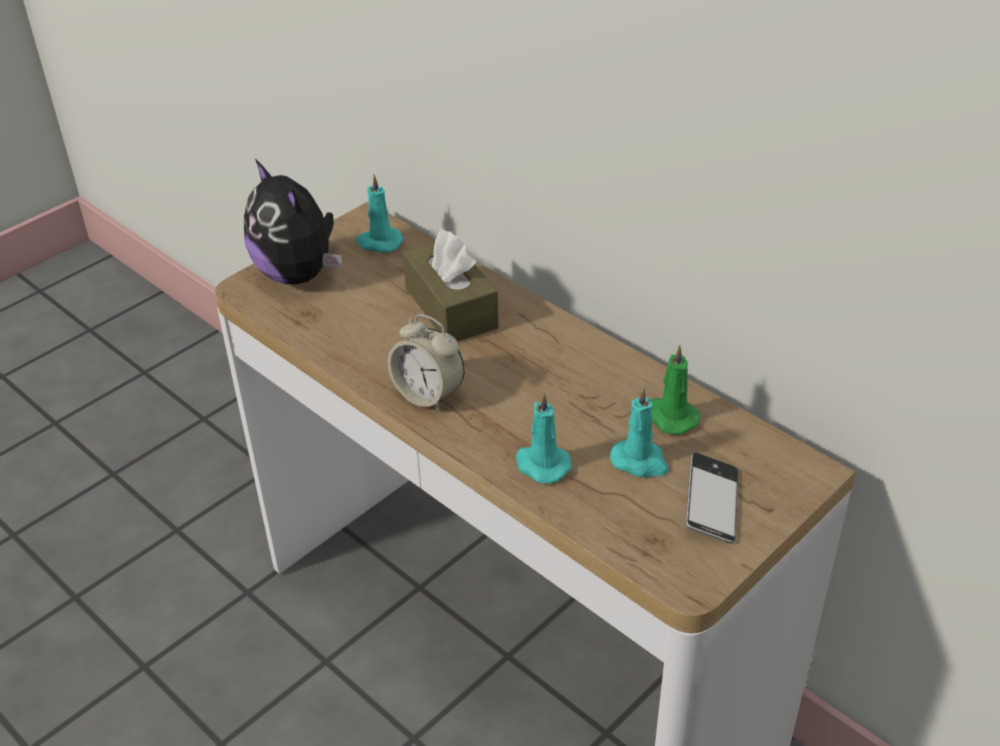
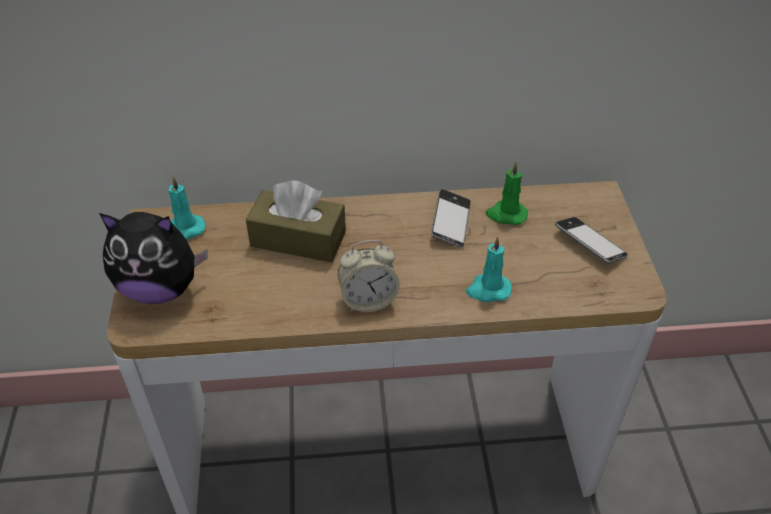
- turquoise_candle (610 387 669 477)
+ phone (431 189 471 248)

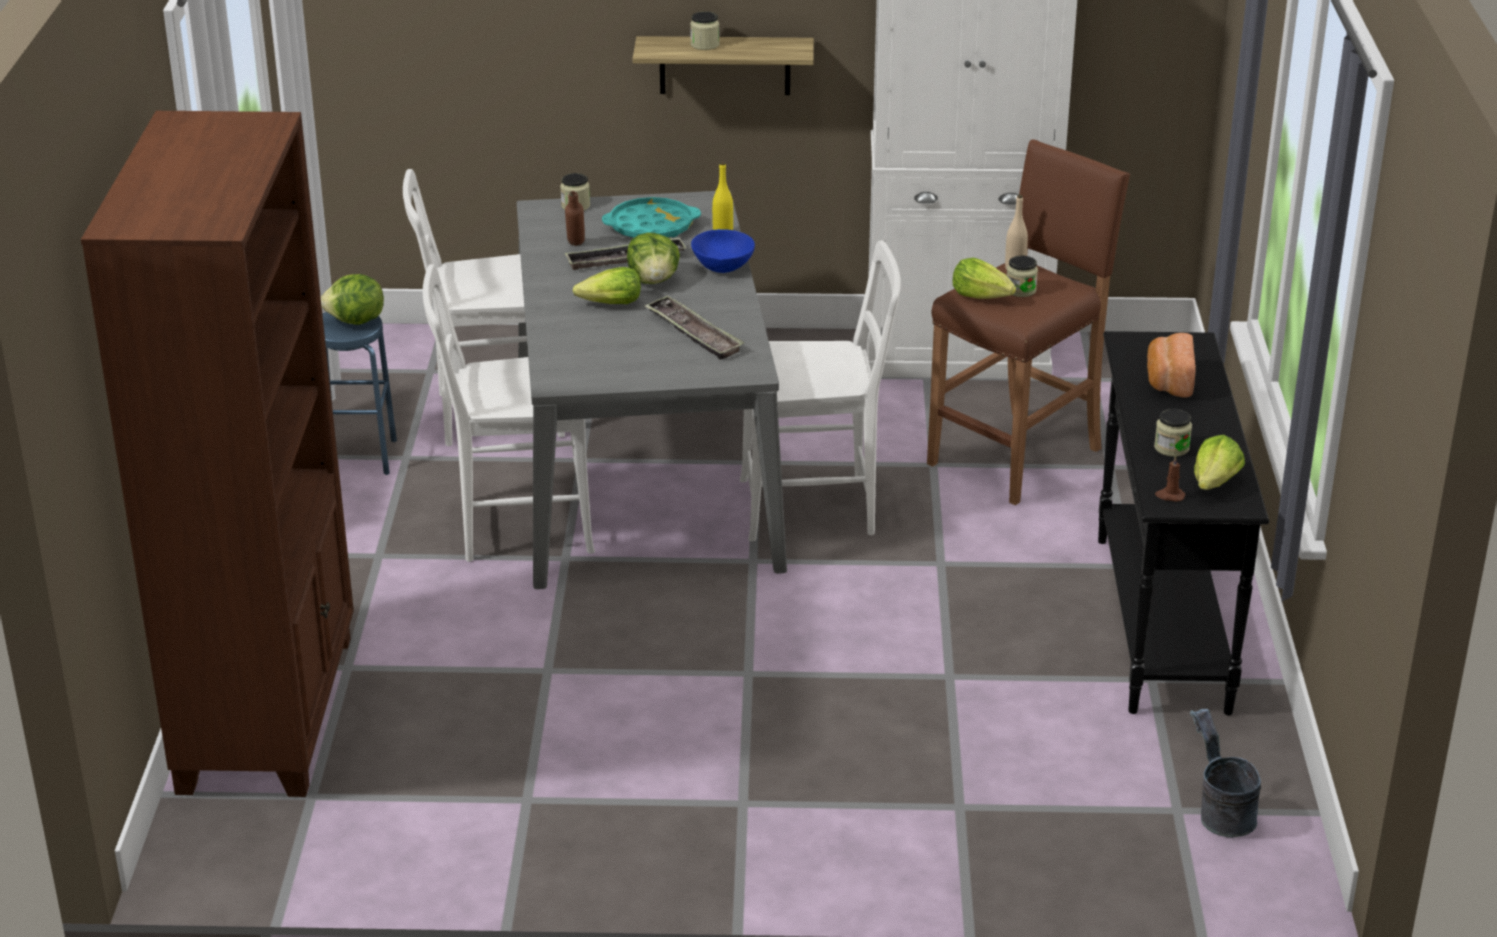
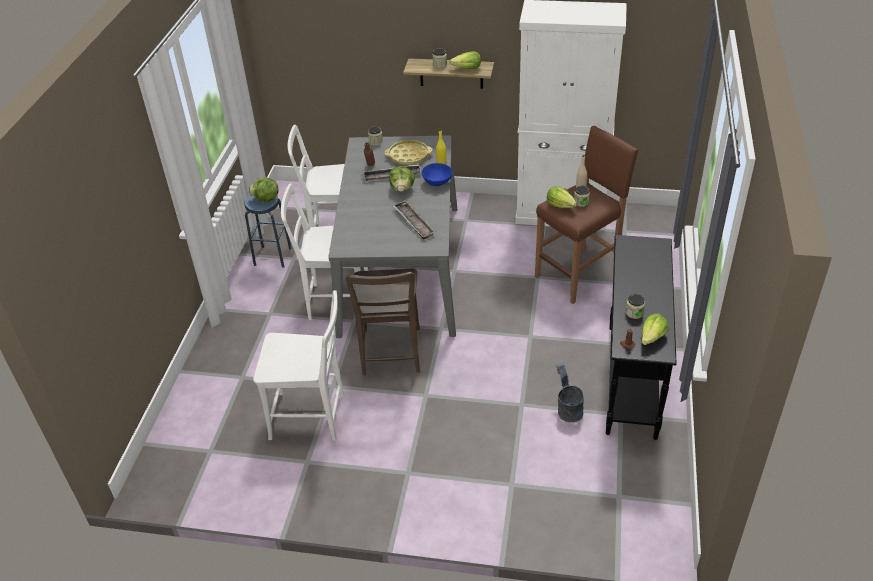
- brown-coloured_bookcase (81 111 354 797)
- bakery_bread (1147 333 1196 398)
+ brown-coloured_upright_chair (346 269 420 375)
~ lettuce (573 267 641 304) to (450 51 481 69)
~ white-coloured_upright_chair (740 240 901 541) to (253 290 344 441)
~ gray_pail (1190 709 1261 838) to (556 364 584 423)
~ turquoise_serving_tray (602 197 701 238) to yellow_serving_tray (385 140 432 165)

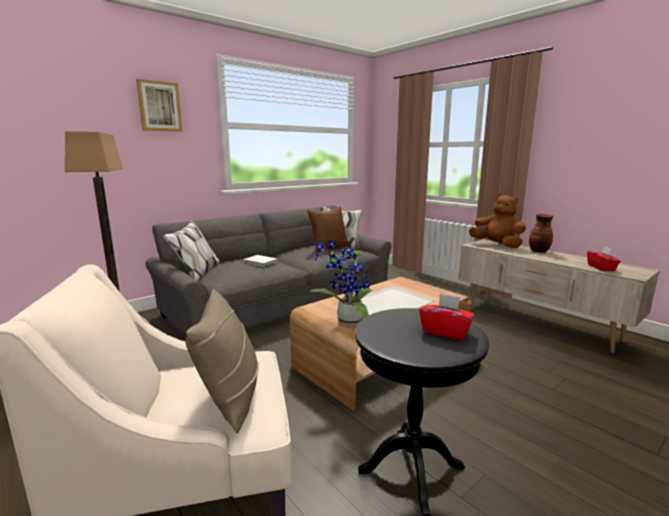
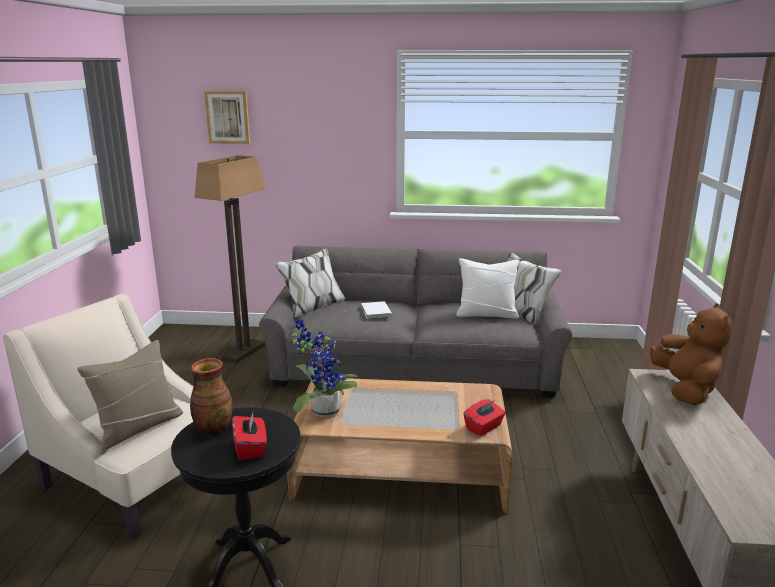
~ picture (136 79 183 132) to (204 91 250 144)
~ decorative_vase (529 214 554 253) to (190 358 233 435)
~ red-coloured_tissue_holder (587 246 621 271) to (463 399 506 436)
~ brown-coloured_throw_pillow (307 207 350 253) to white-coloured_throw_pillow (456 258 520 319)

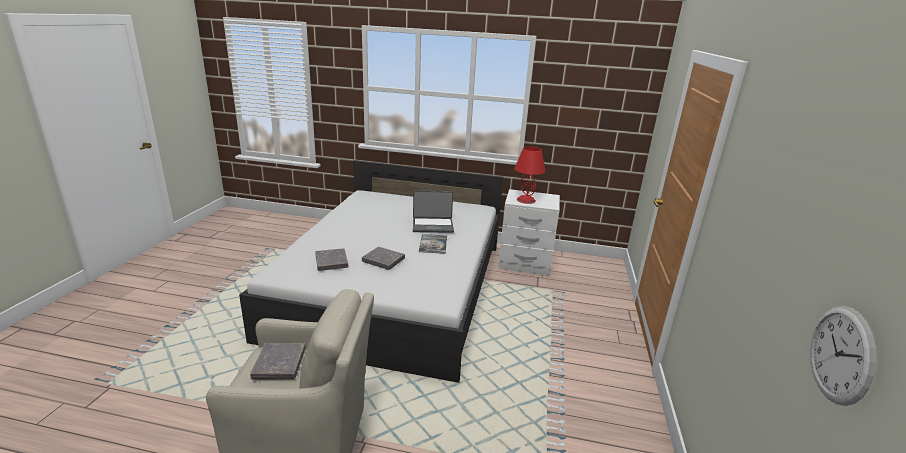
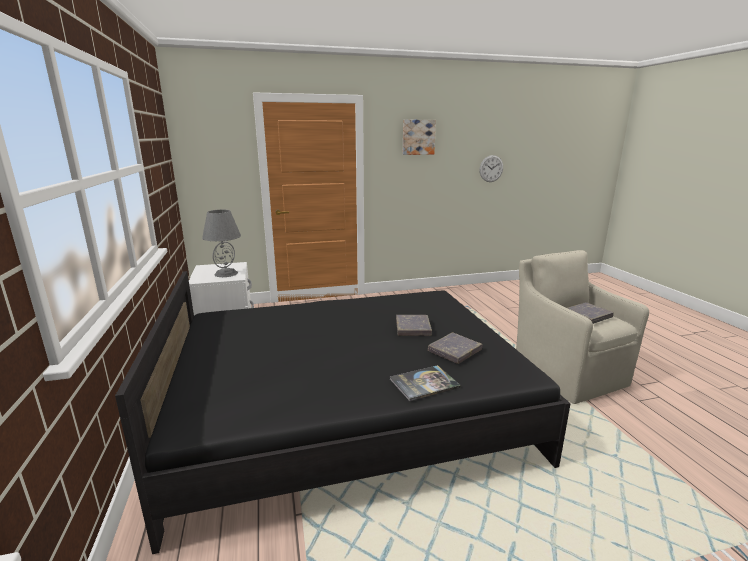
- portable_computer (413 190 454 233)
+ picture (403 120 436 155)
~ volume (419 234 447 254) to (390 365 461 401)
~ white-coloured_sleeping_bed (239 160 503 383) to black_sleeping_bed (115 271 571 554)
~ red-coloured_table_lamp (514 146 546 204) to gray_table_lamp (202 210 241 277)

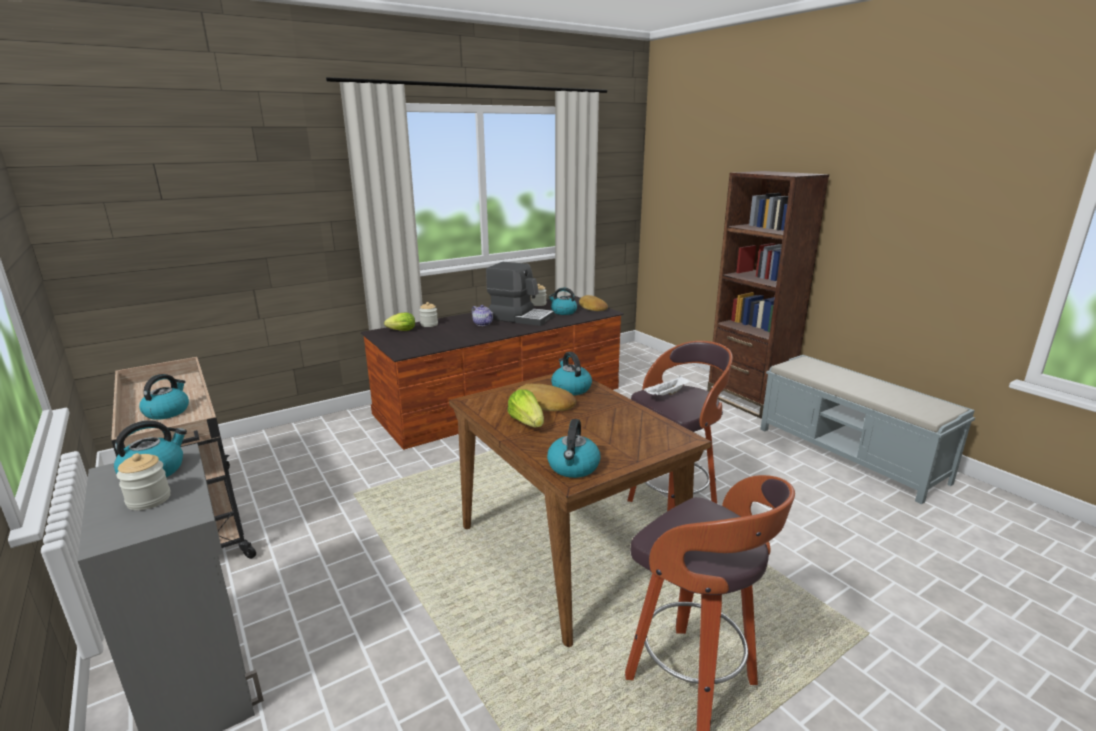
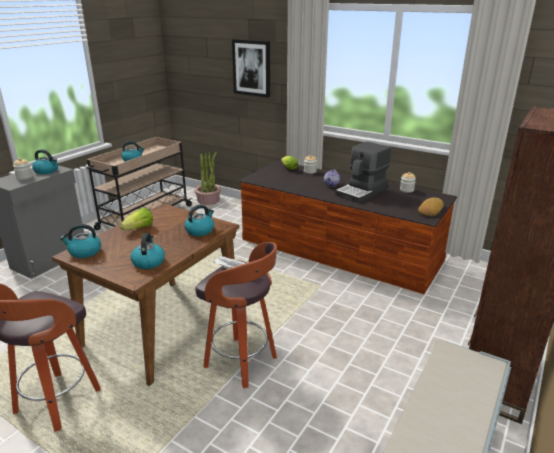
- bakery_bread (516 384 576 411)
+ plant_in_a_pot (194 152 221 205)
+ picture (232 39 270 98)
~ water_kettle (548 288 577 315) to (130 233 165 269)
~ coffee_brewer (486 262 554 326) = (335 142 391 203) 45 degrees clockwise

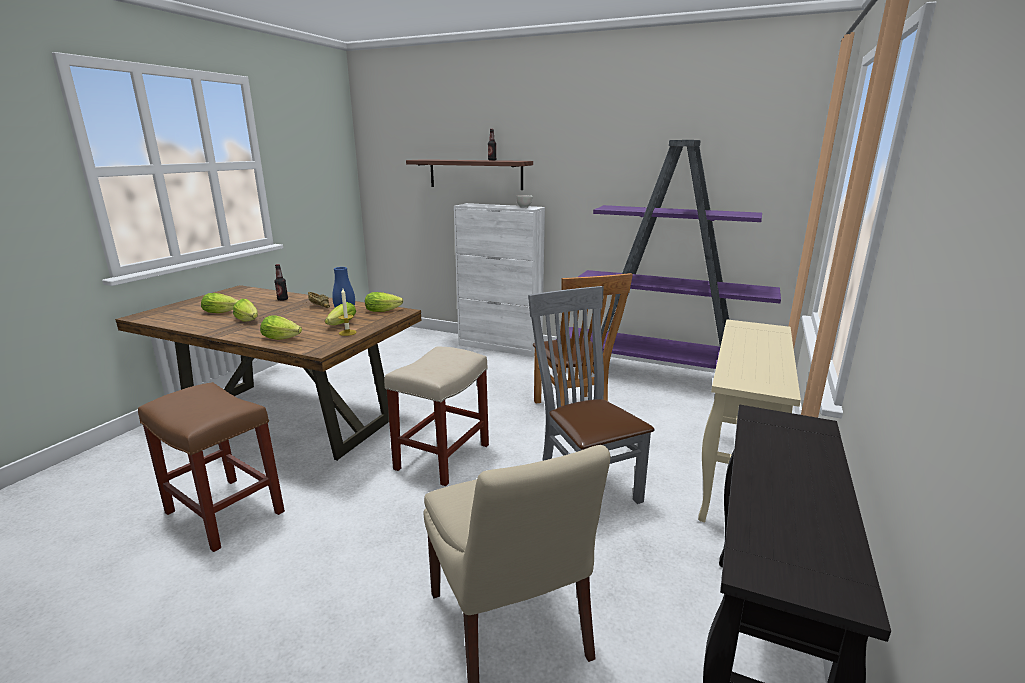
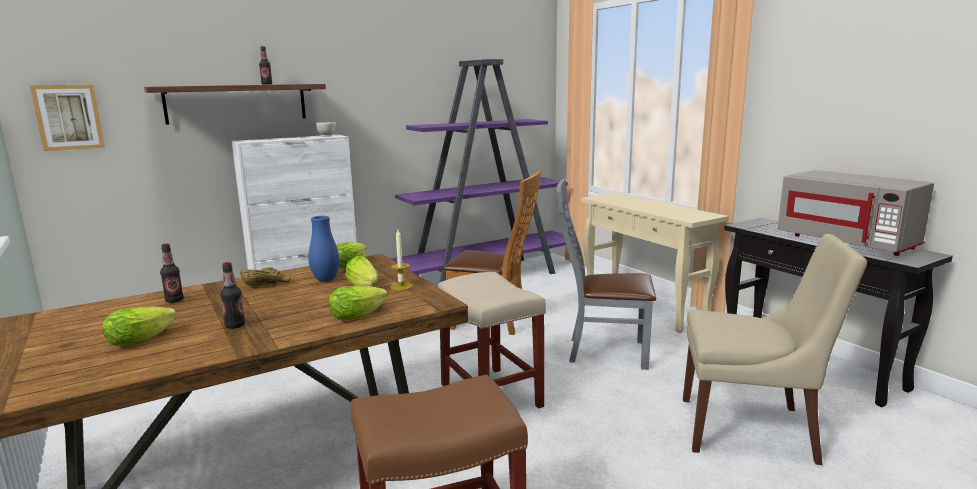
+ picture (30 85 105 151)
+ gray_microwave_oven (778 170 934 256)
~ lettuce (233 299 258 321) to drink_bottle (220 262 245 329)

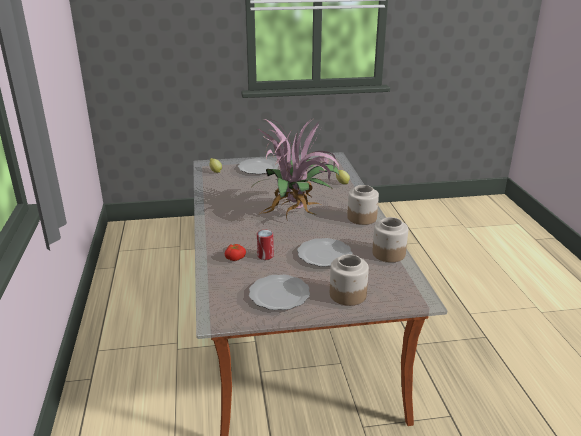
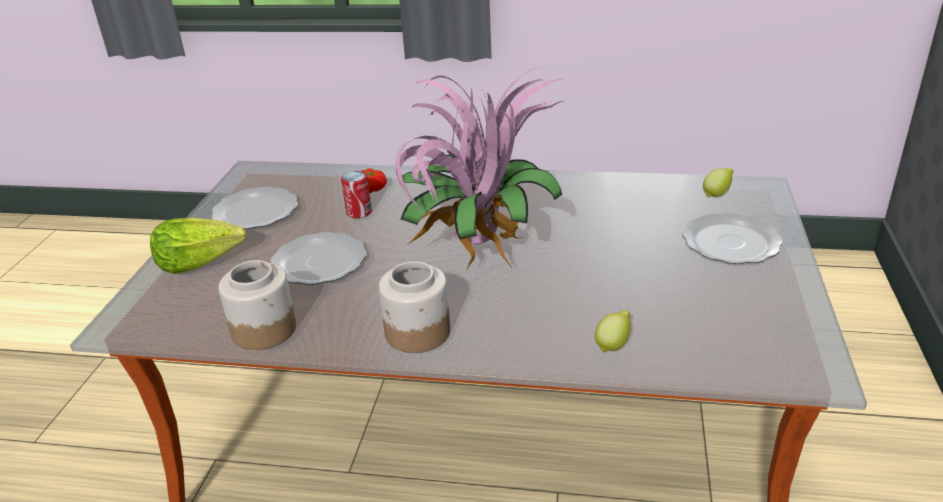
~ jar (330 254 369 306) to lettuce (150 218 247 274)

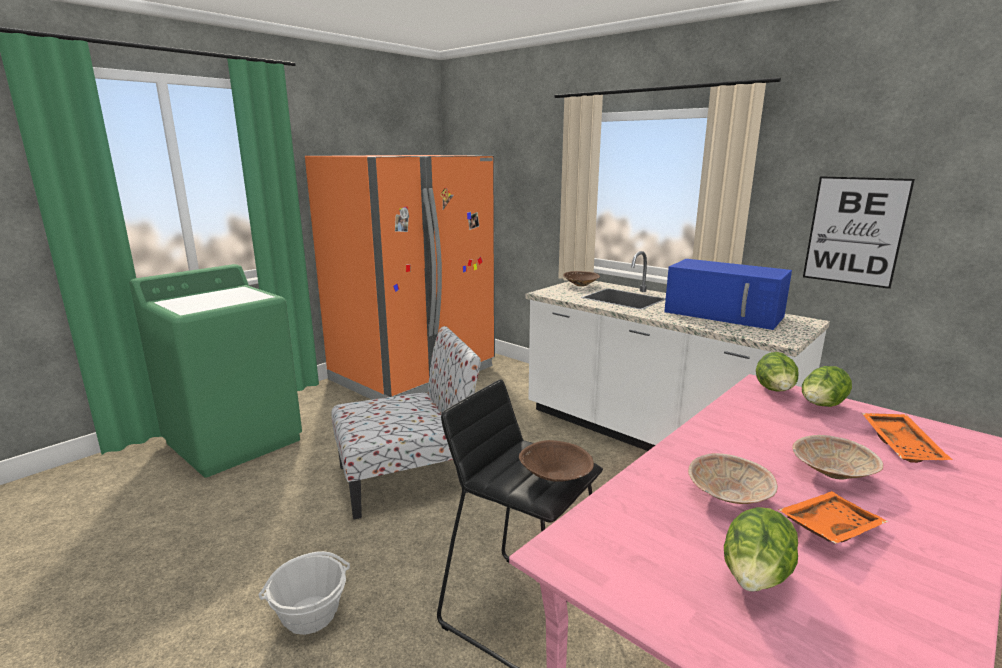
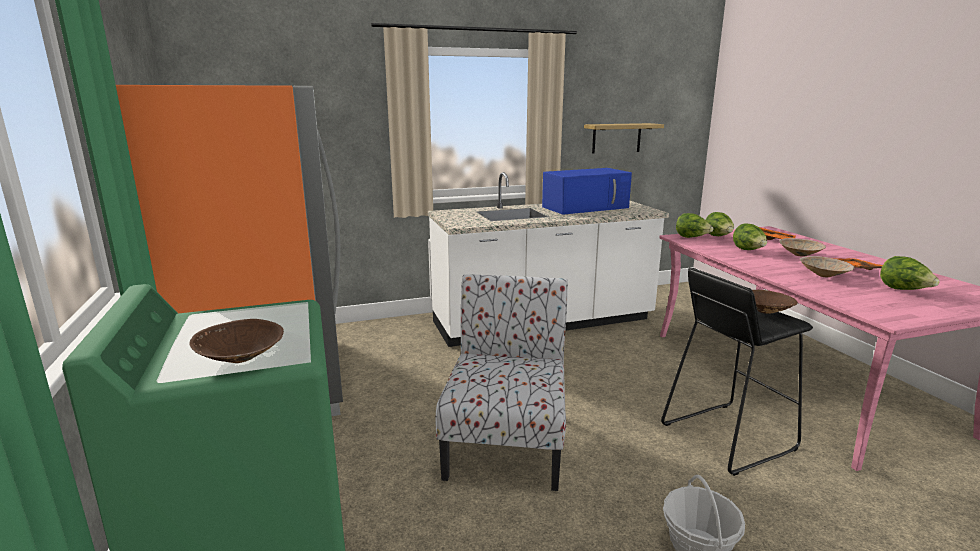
+ lettuce (733 223 767 250)
~ brown-coloured_bowl (563 271 600 286) to (190 319 284 363)
~ picture (803 176 915 289) to wall_shelf (584 123 664 154)

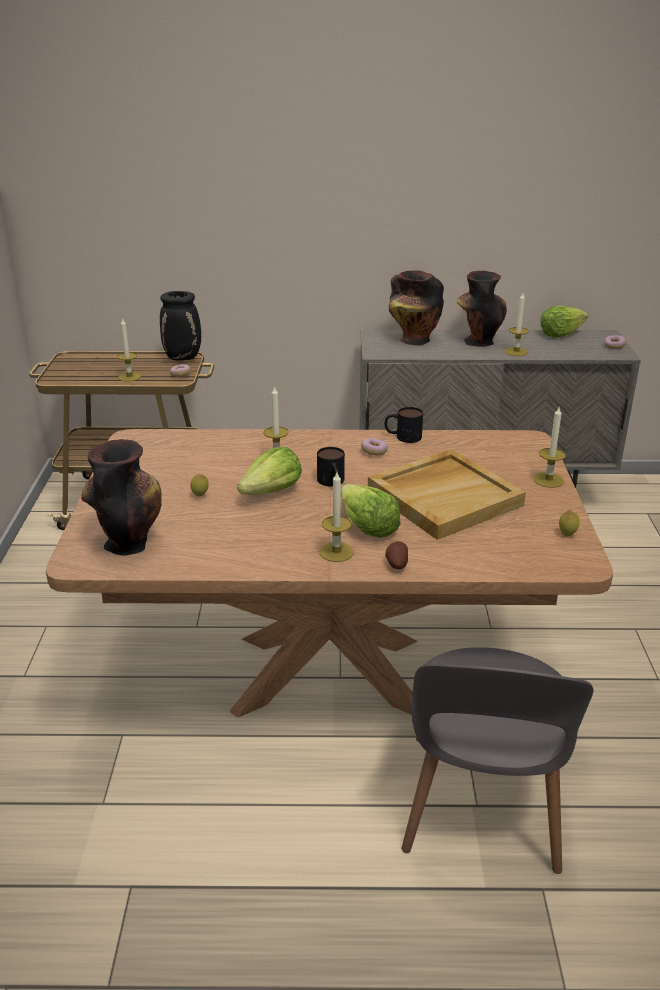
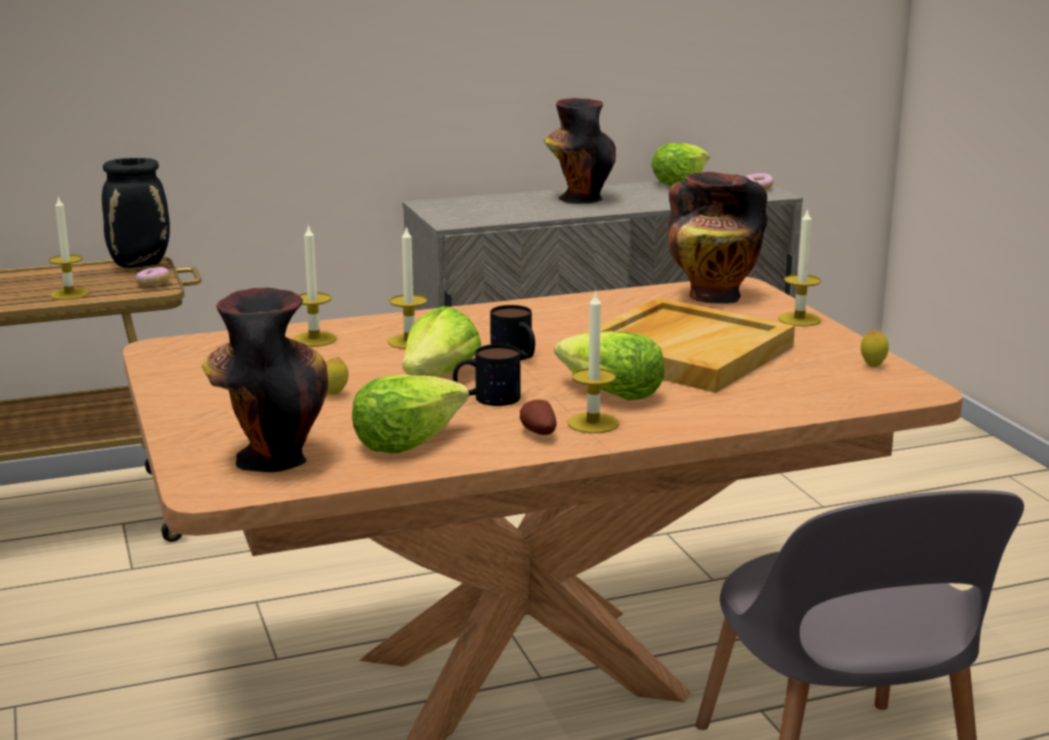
- ring_doughnut (361 438 388 456)
+ lettuce (352 375 469 454)
~ mug (385 407 423 443) to (453 344 520 406)
~ spud (385 541 408 569) to (520 400 557 435)
~ decorative_vase (389 270 444 346) to (667 172 768 303)
~ candle (505 293 529 356) to (293 224 337 347)

